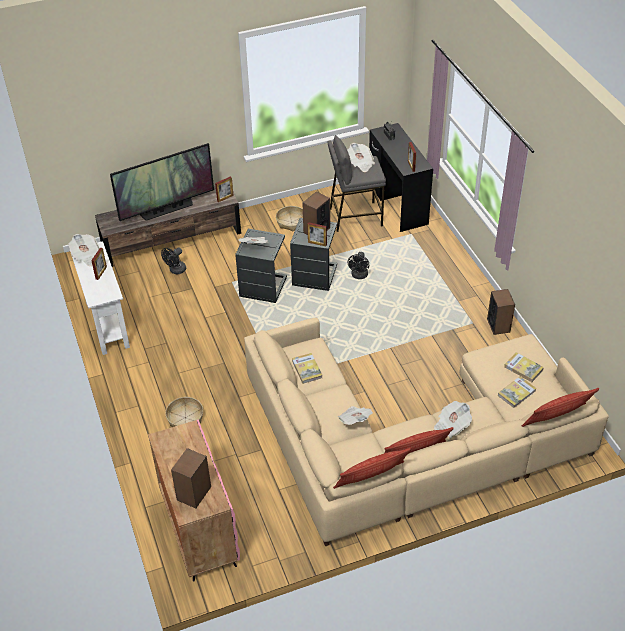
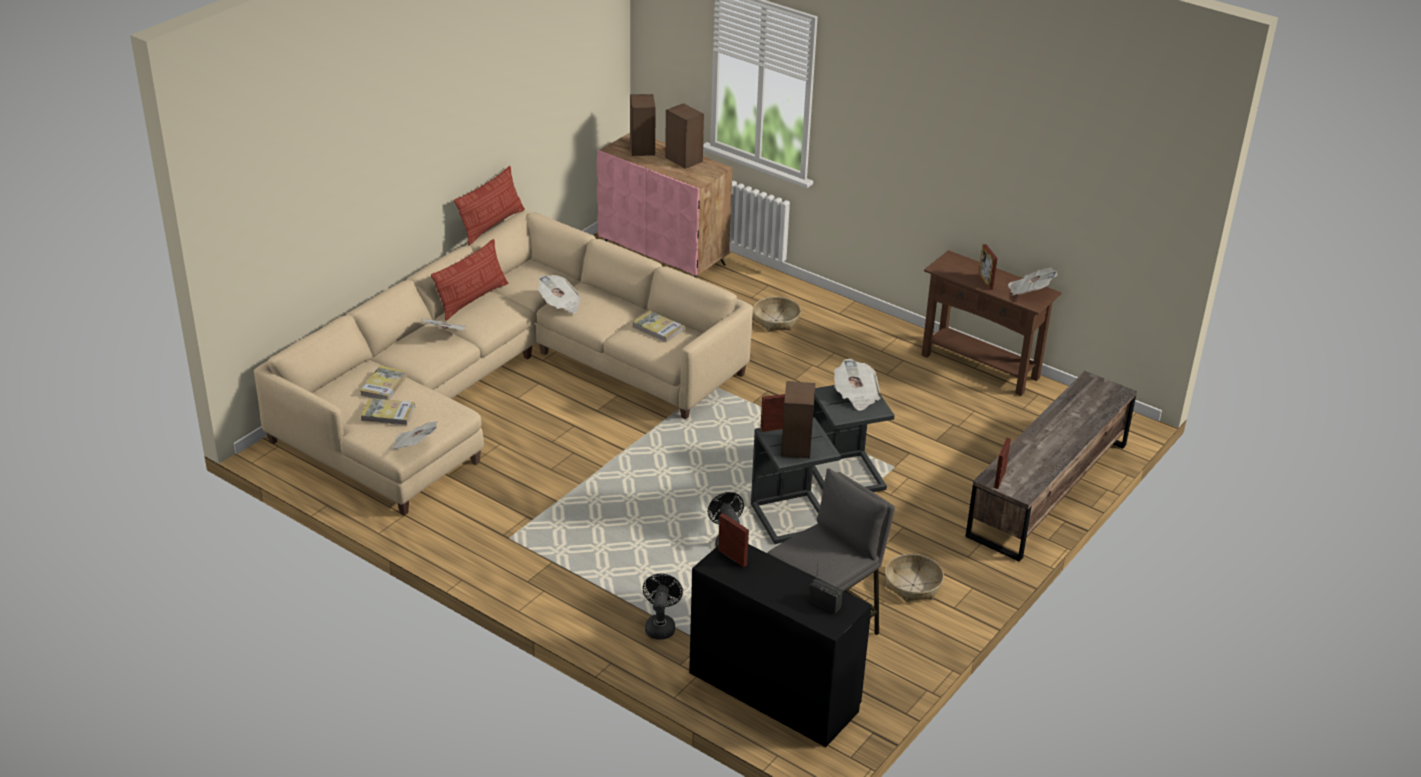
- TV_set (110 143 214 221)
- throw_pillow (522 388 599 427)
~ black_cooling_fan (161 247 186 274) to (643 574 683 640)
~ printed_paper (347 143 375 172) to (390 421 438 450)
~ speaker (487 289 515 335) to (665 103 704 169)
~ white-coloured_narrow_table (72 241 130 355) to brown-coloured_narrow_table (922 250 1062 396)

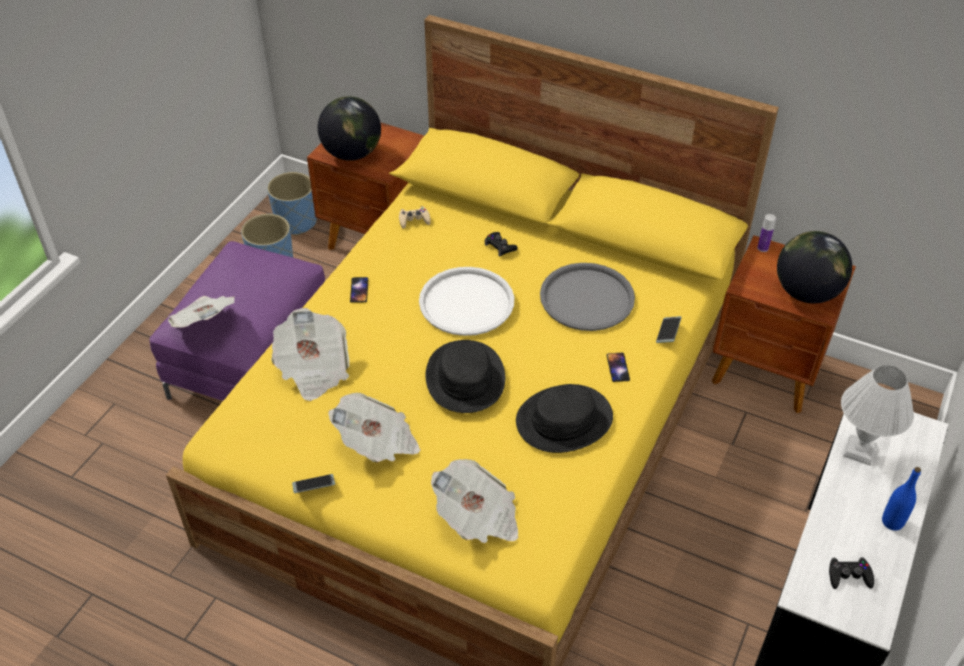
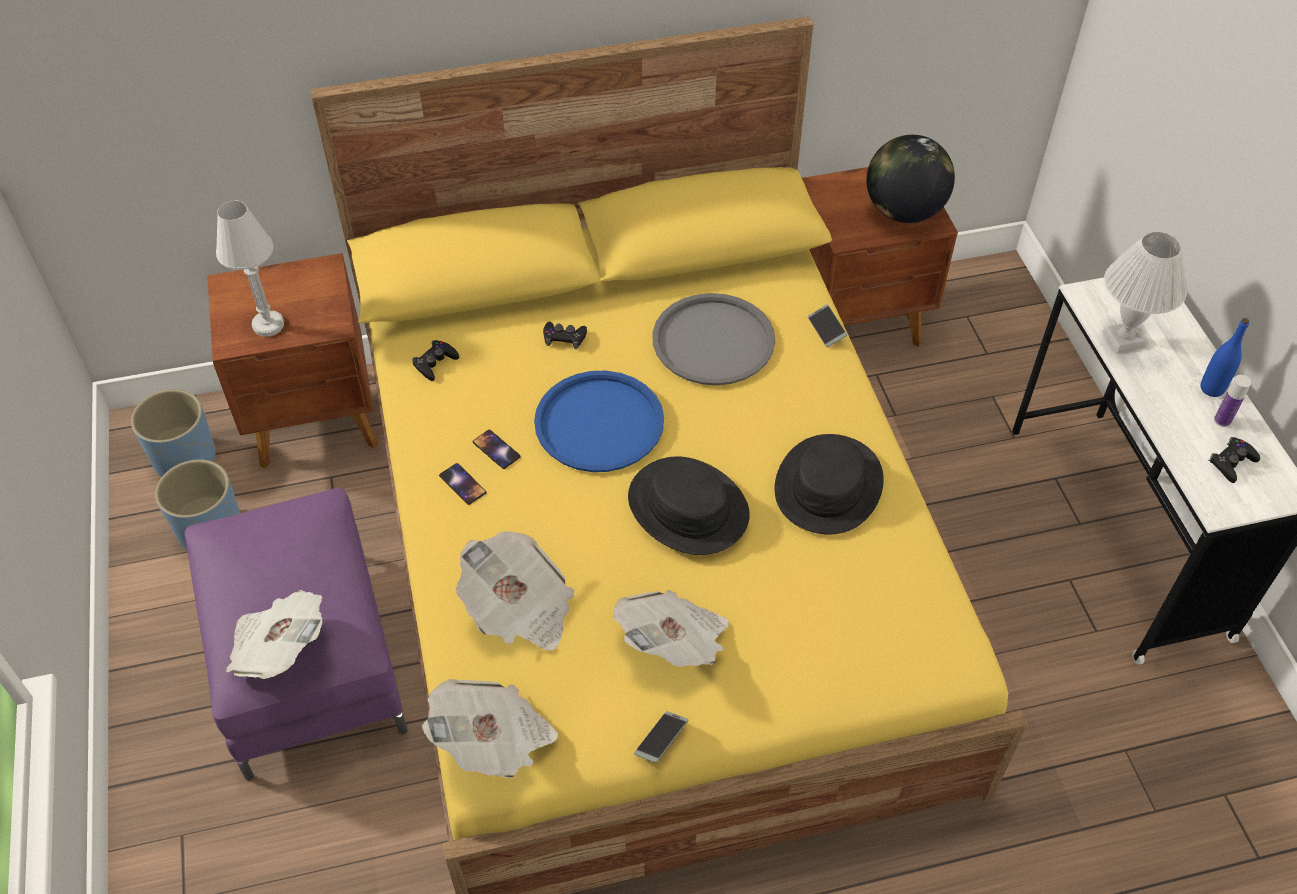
~ printed_paper (431 459 518 543) to (422 679 558 778)
~ phone (607 353 630 382) to (473 430 521 469)
~ drink_bottle (757 214 776 252) to (1214 375 1252 427)
~ world_globe (318 96 381 161) to white-coloured_table_lamp (216 201 284 337)
~ sand-coloured_gamepad (399 206 431 229) to black_gamepad (412 340 459 381)
~ white-coloured_serving_tray (419 267 514 336) to blue_serving_tray (534 371 664 472)

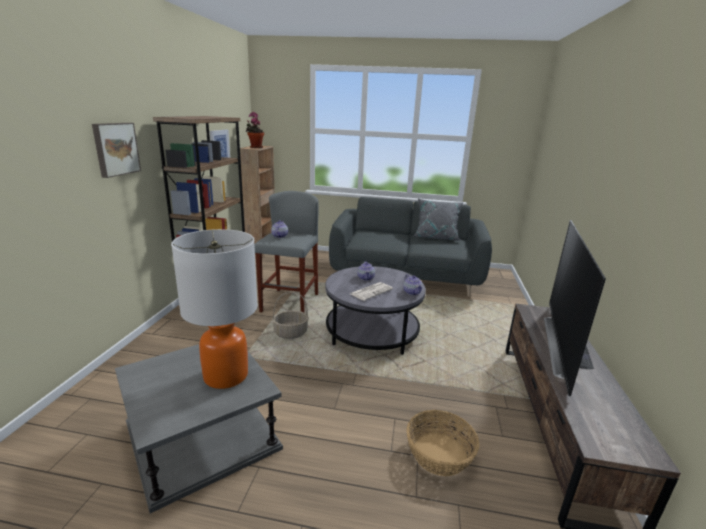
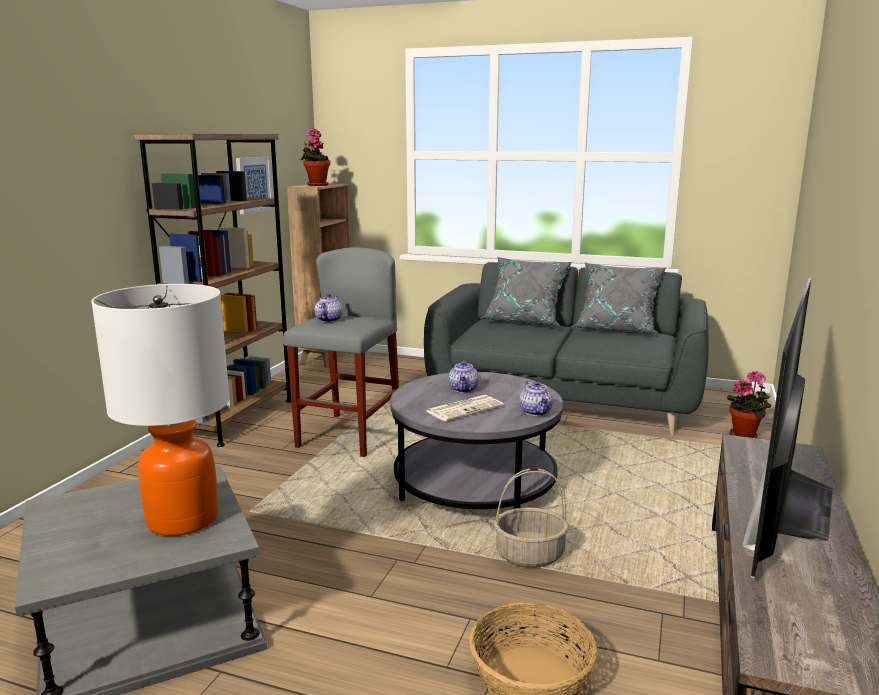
- picture (92 123 141 178)
+ gray_throw_pillow (482 257 572 326)
+ plant_in_a_pot (727 371 771 438)
~ basket (272 291 309 339) to (494 468 569 568)

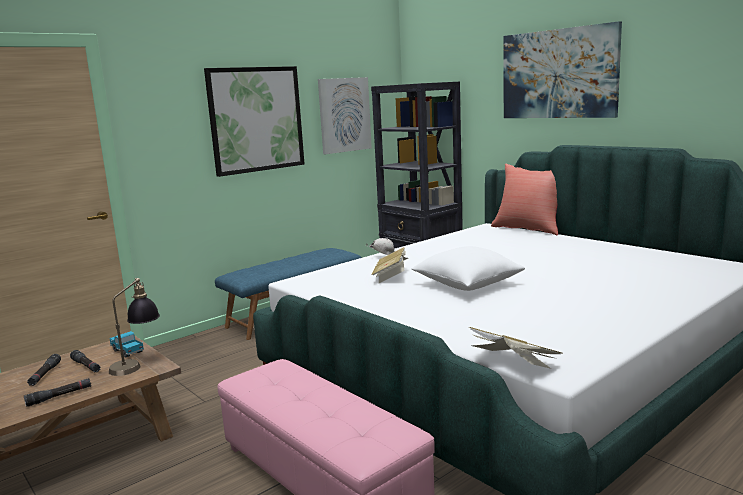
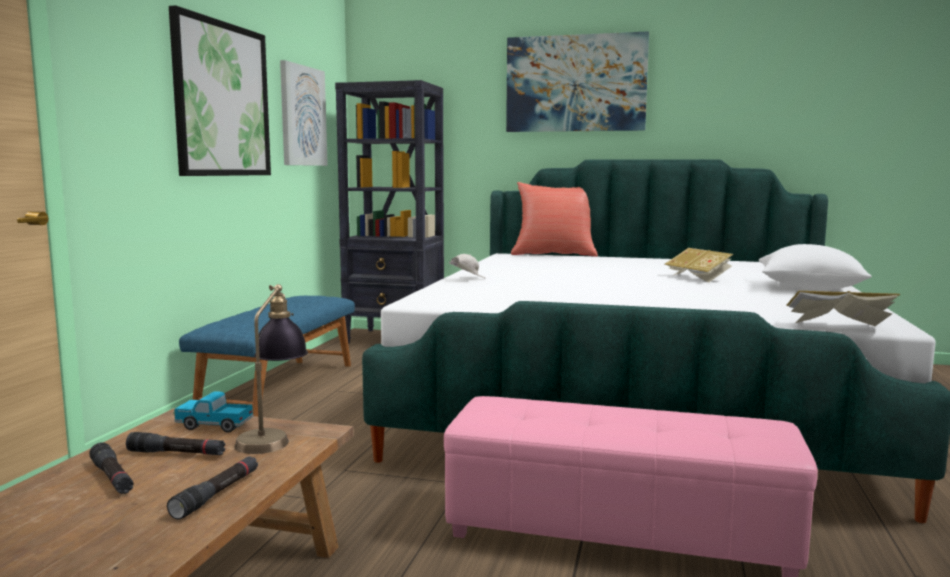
~ volume (371 247 408 283) to (664 248 733 283)
~ white-coloured_throw_pillow (411 246 525 291) to (759 244 872 290)

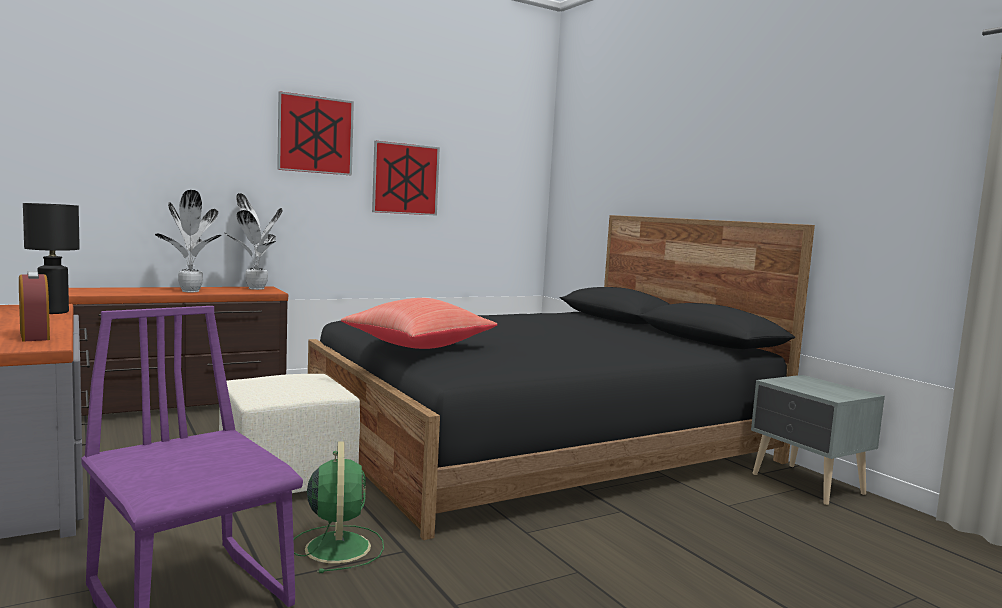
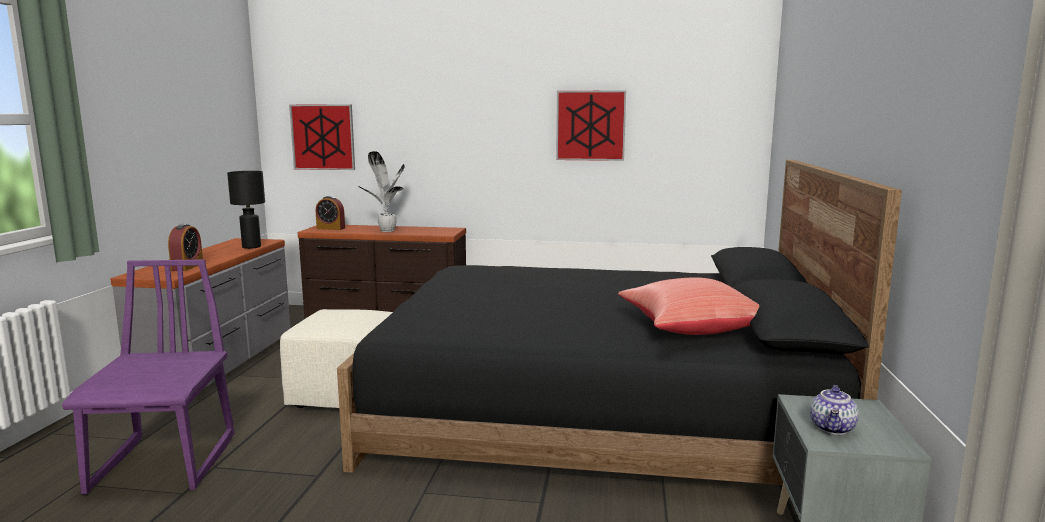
- plant_in_a_pot (225 193 283 290)
- greenish_cooling_fan (293 441 384 573)
+ alarm_clock (316 196 345 230)
+ pot_for_tea (810 385 859 435)
~ picture (277 91 354 175) to (289 105 355 170)
~ red-coloured_throw_pillow (341 298 498 349) to (618 277 759 335)

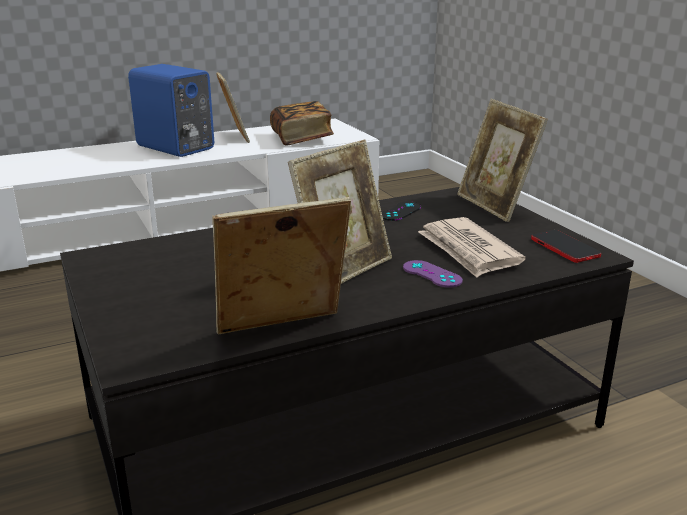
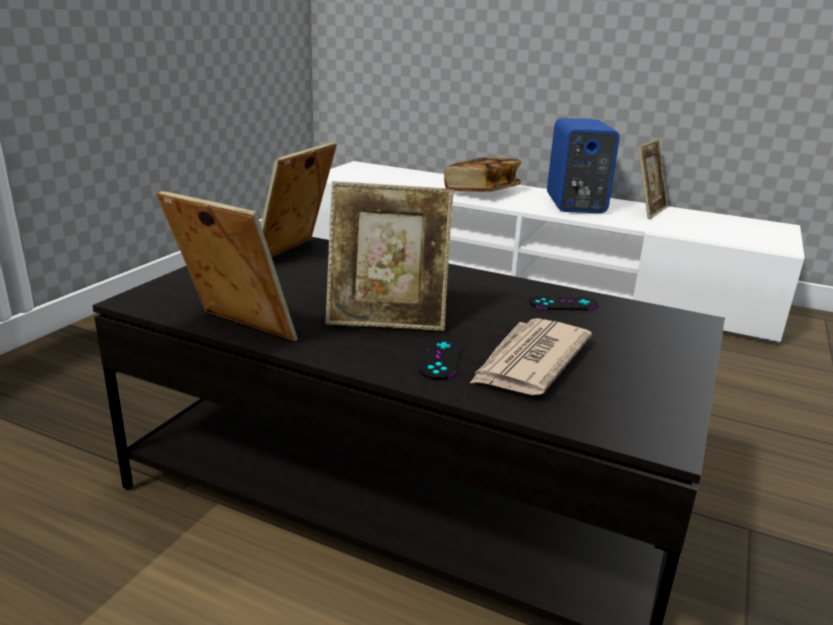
- phone (531 230 601 263)
~ volume (270 101 334 146) to (444 157 521 192)
~ photo_frame (457 99 548 222) to (261 142 337 257)
~ purple-coloured_gamepad (403 260 463 288) to black_gamepad (419 339 461 380)

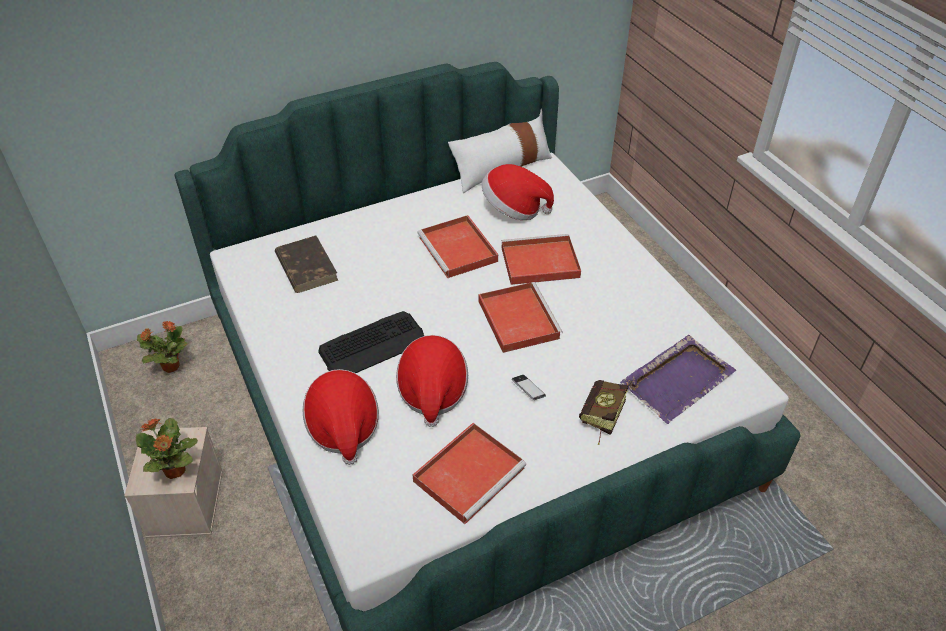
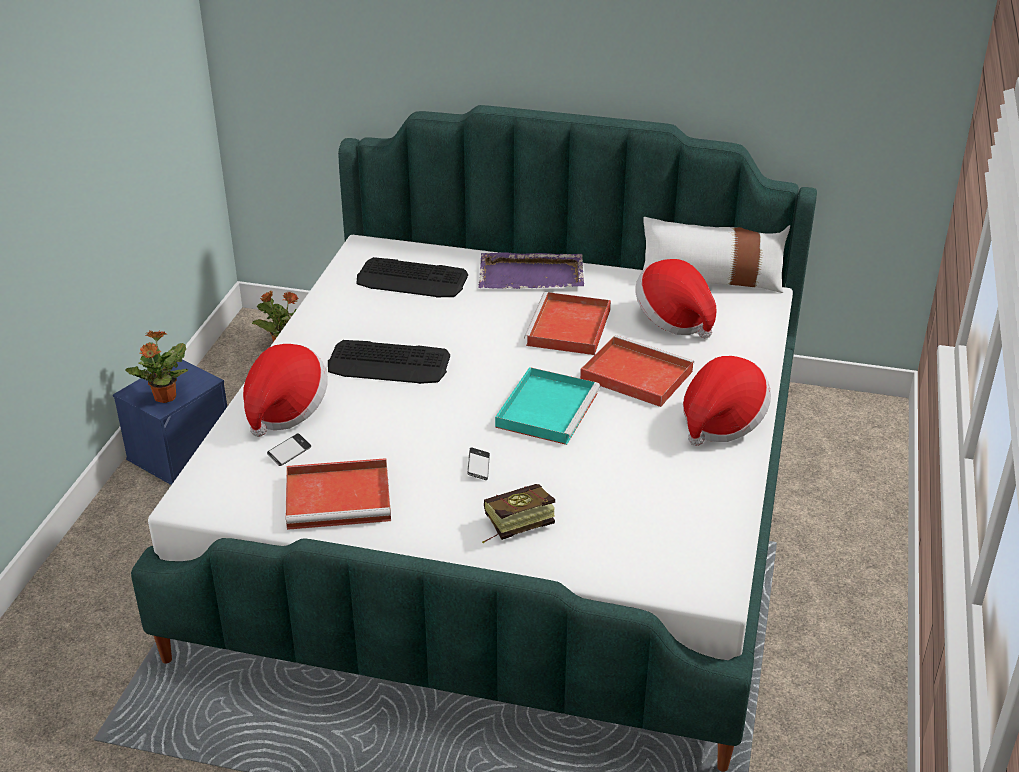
+ phone (267 433 311 466)
~ clothing_hat (396 335 468 427) to (683 356 771 446)
~ purple-coloured_serving_tray (620 335 736 424) to (478 253 584 289)
~ brown-coloured_volume (275 236 338 293) to keyboard (356 257 468 297)
~ sand-coloured_storage_container (124 427 223 538) to blue_storage_container (113 360 227 485)
~ red-coloured_serving_tray (479 282 563 353) to turquoise_serving_tray (495 367 600 445)

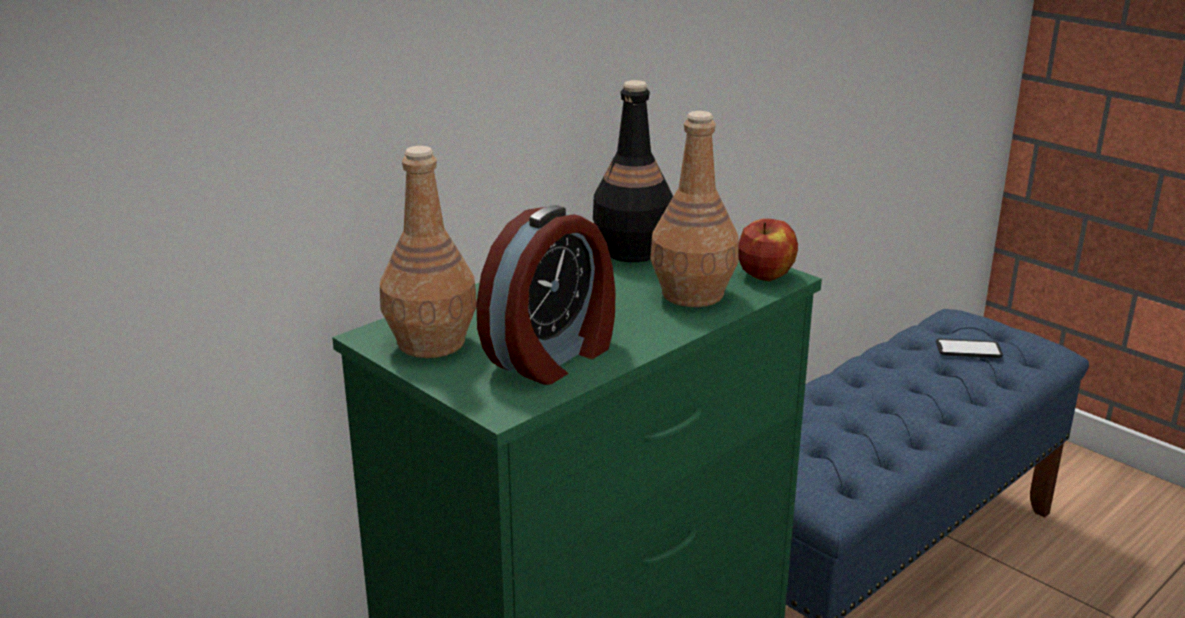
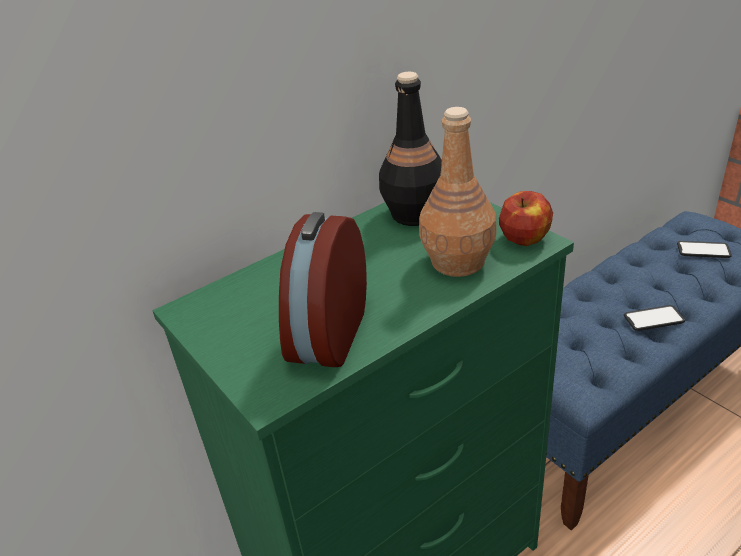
- brown-coloured_drink_bottle (380 146 477 358)
+ phone (624 305 685 331)
~ alarm_clock (476 205 616 385) = (279 212 367 367) 150 degrees clockwise

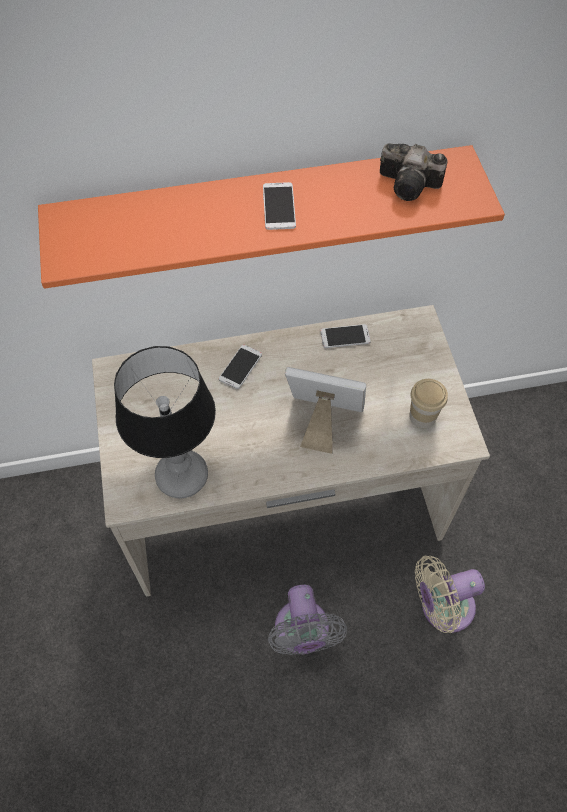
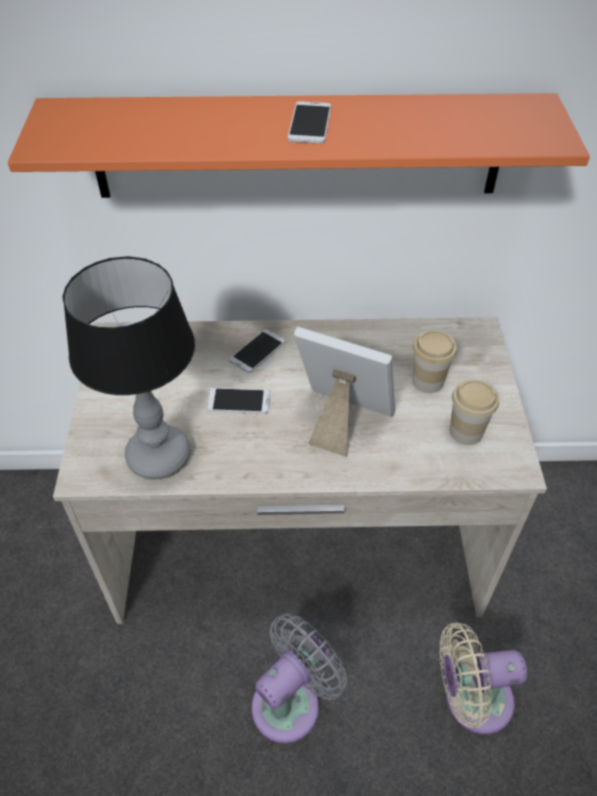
- still_camera (380 144 448 201)
+ drinking_cup (412 330 457 393)
~ phone (320 324 371 348) to (207 388 270 414)
~ gray_cooling_fan (268 585 347 655) = (252 613 347 744) 135 degrees counterclockwise

